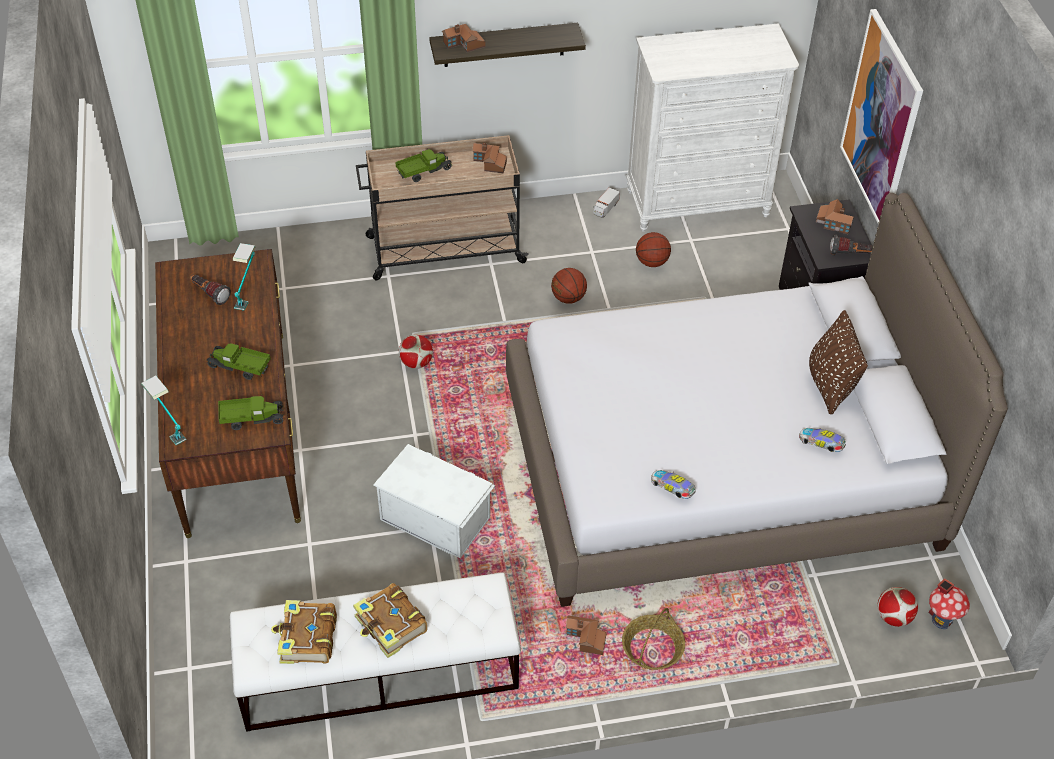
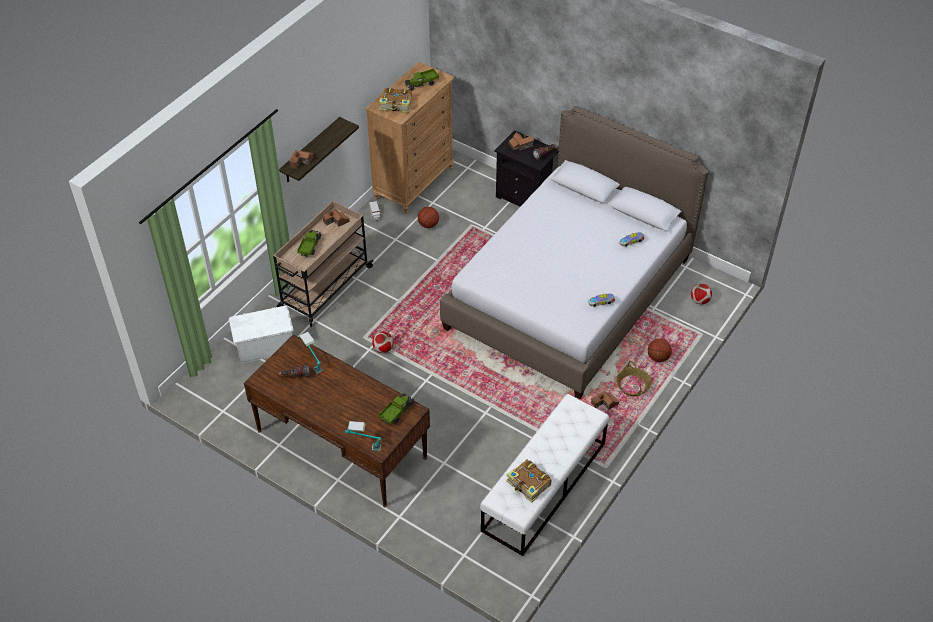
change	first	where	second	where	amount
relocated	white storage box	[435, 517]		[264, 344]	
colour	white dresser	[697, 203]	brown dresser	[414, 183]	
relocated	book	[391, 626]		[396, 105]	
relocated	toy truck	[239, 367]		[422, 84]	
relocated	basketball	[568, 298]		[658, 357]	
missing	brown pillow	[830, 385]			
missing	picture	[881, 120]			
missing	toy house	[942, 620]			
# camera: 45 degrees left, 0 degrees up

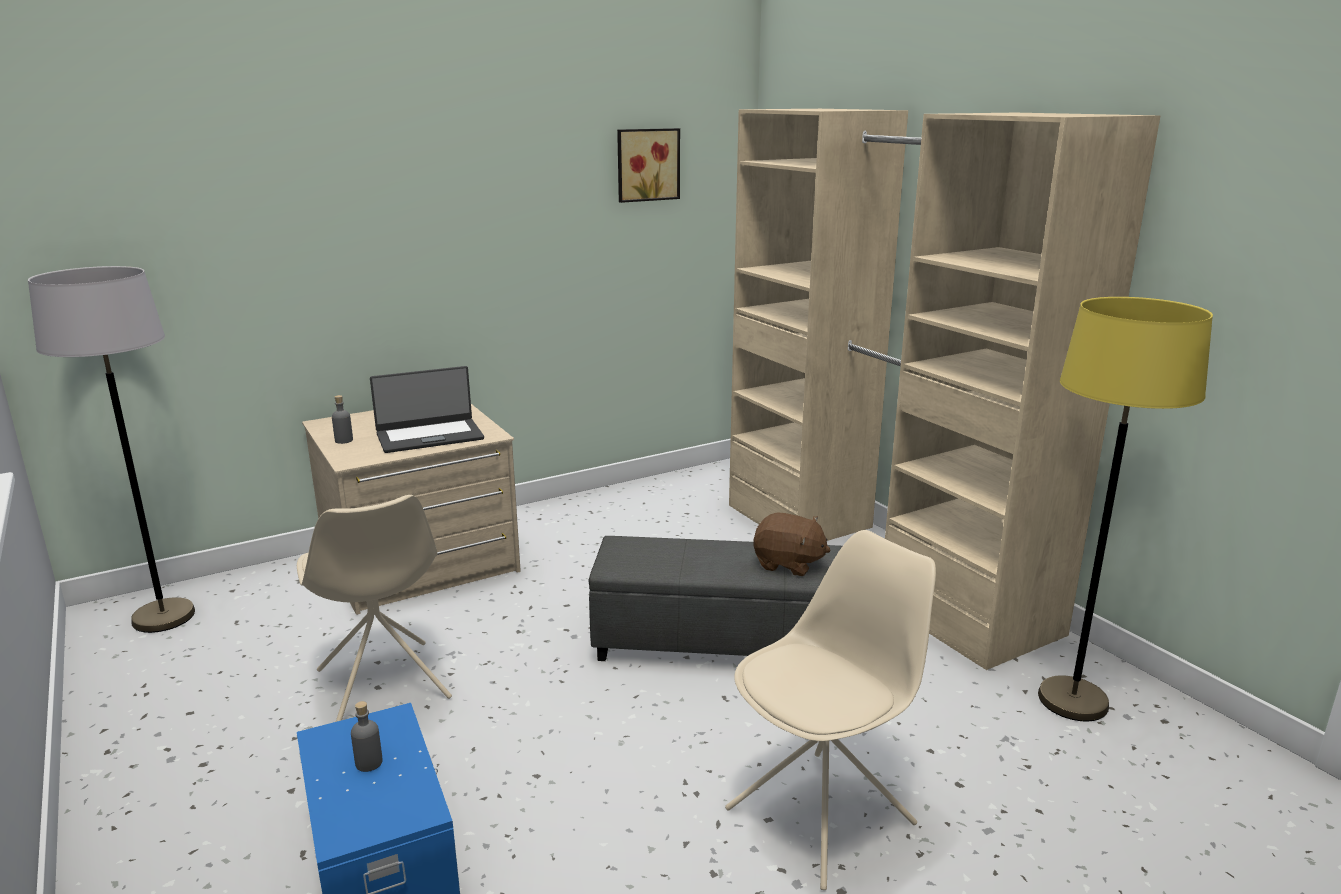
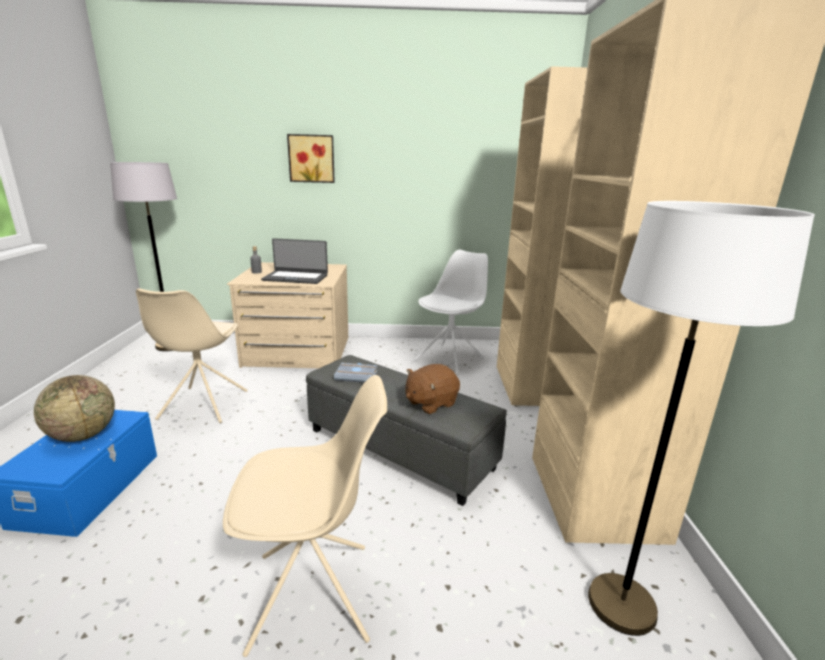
change	first	where	second	where	amount
exchanged	grey bottle	[369, 763]	globe	[83, 435]	
relocated	picture	[646, 164]		[311, 158]	
appeared			grey book	[357, 375]	
spun	brown plush toy	[788, 564]		[430, 403]	90 degrees clockwise
appeared			white chair	[450, 359]	
colour	yellow floor lamp	[1072, 701]	white floor lamp	[621, 605]	
# camera: 30 degrees right, 0 degrees up

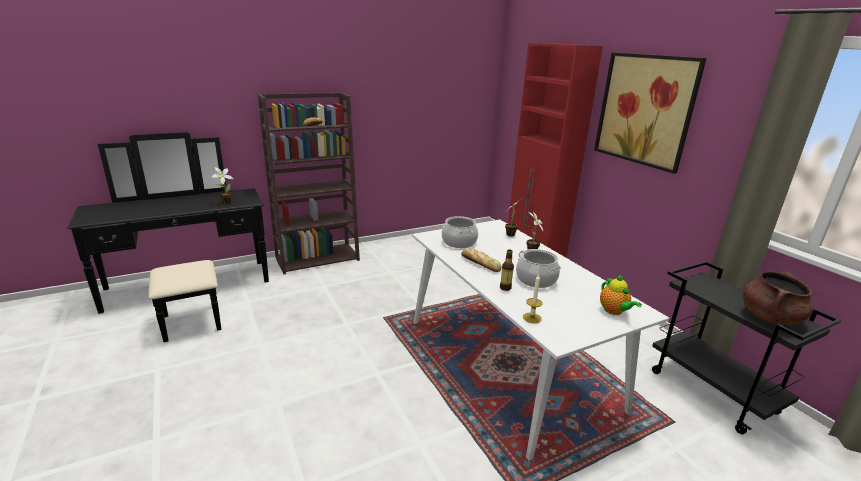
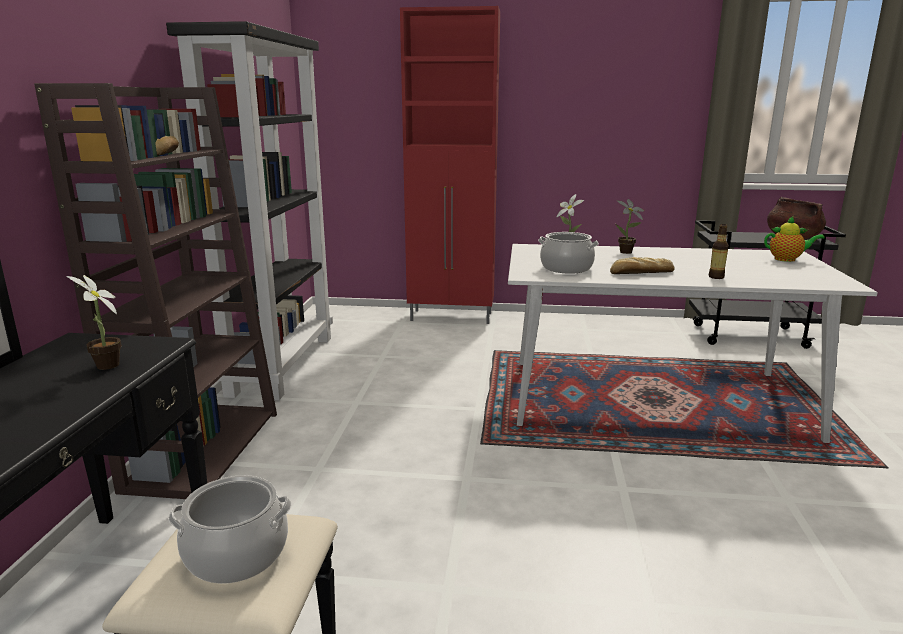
change	first	where	second	where	amount
appeared			black bookcase	[282, 364]	
relocated	cooking pot	[536, 279]		[236, 555]	
missing	candle	[532, 318]			
missing	picture	[645, 110]			
# camera: 55 degrees left, 5 degrees down

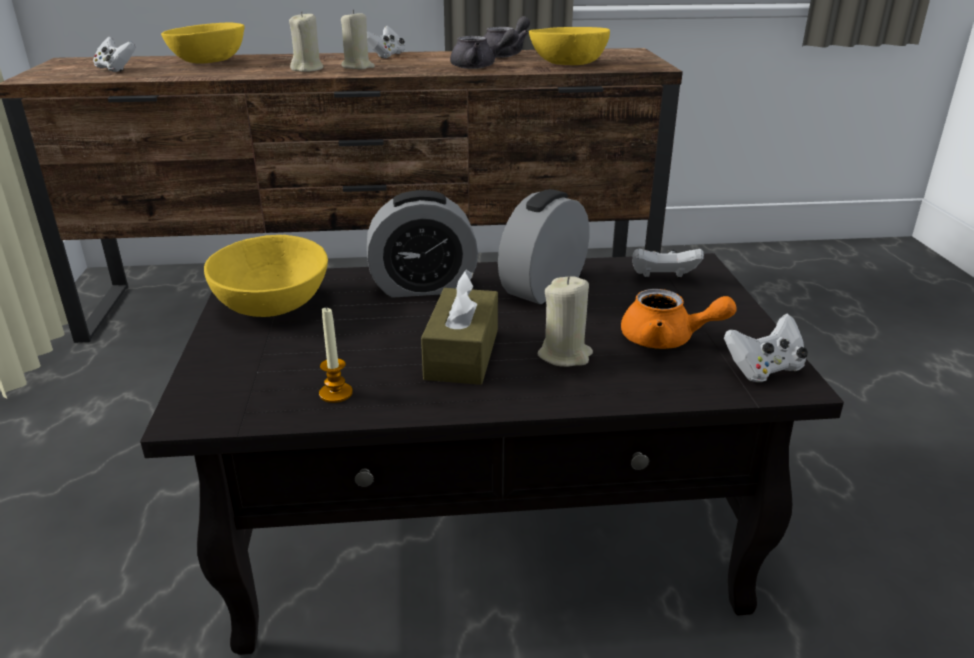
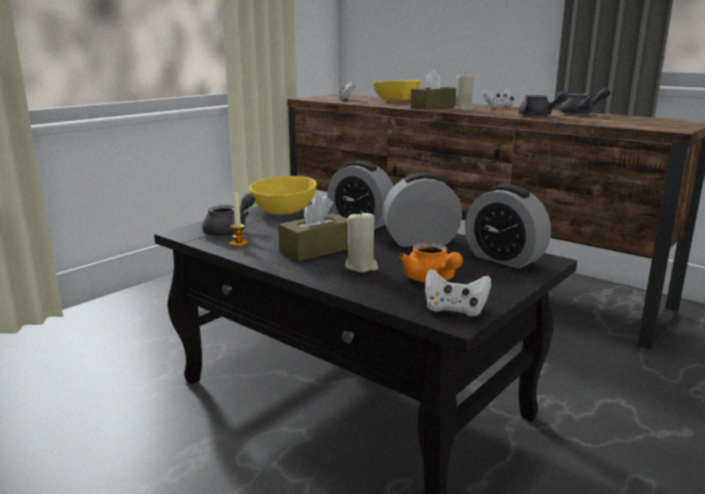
change	first	where	second	where	amount
appeared			grey teapot	[230, 231]	
exchanged	beige candle	[308, 69]	brown tissue box	[433, 107]	
exchanged	white game controller	[662, 278]	alarm clock	[504, 259]	
missing	yellow bowl	[569, 64]			
# camera: 45 degrees right, 10 degrees down

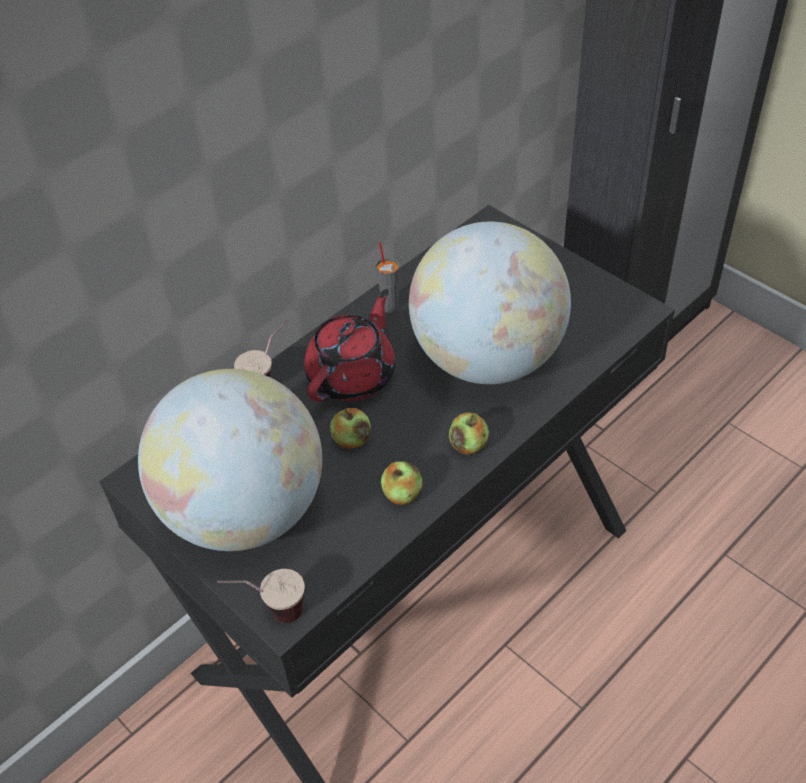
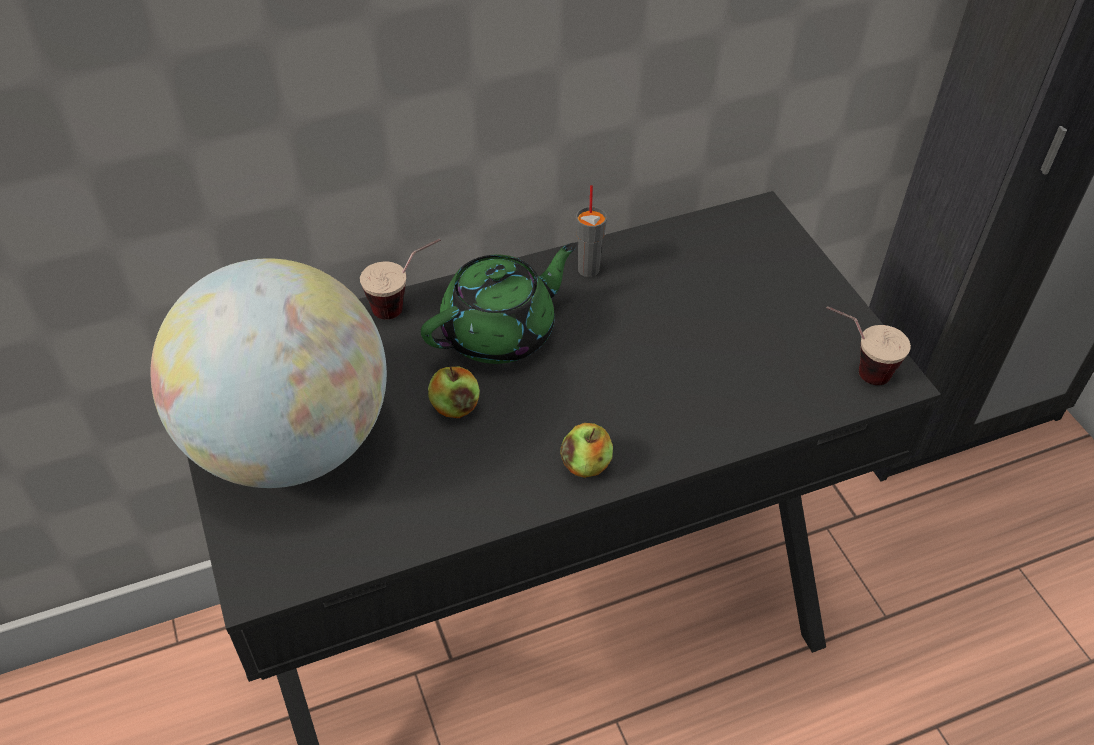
change	first	where	second	where	amount
colour	red teapot	[353, 375]	green teapot	[500, 332]	
relocated	cup	[269, 613]		[854, 370]	
missing	apple	[402, 494]			
missing	globe	[488, 359]			
# camera: 20 degrees right, 0 degrees up

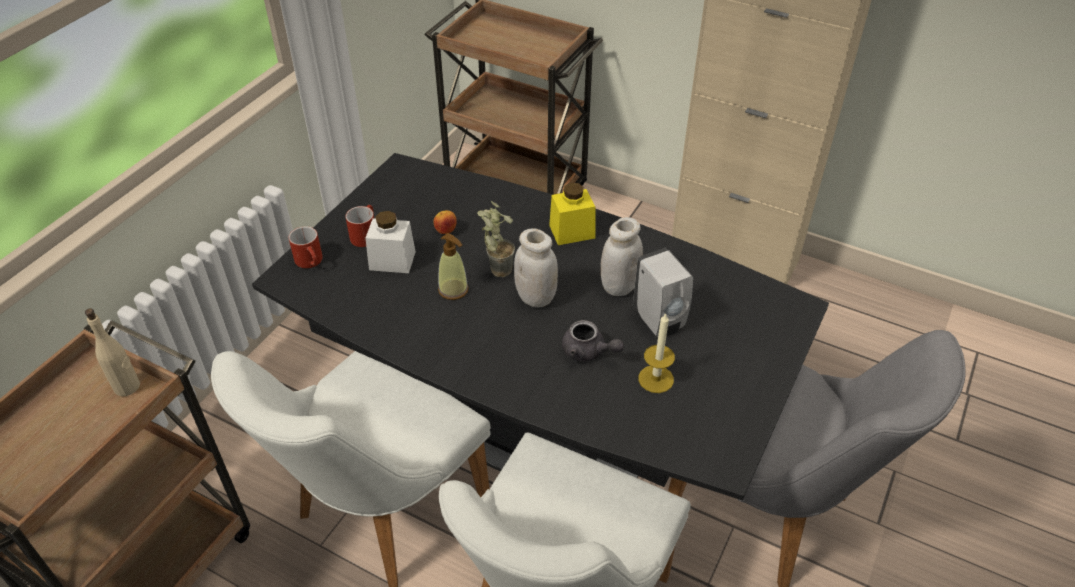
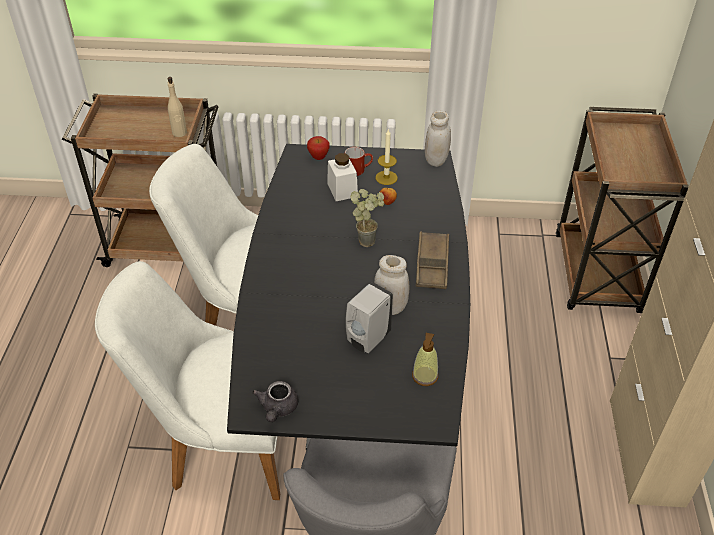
change	first	where	second	where	amount
relocated	grey teapot	[588, 352]		[277, 408]	
exchanged	red mug	[311, 262]	apple	[318, 158]	
relocated	candle	[656, 379]		[386, 178]	
relocated	soap dispenser	[453, 290]		[425, 376]	
exchanged	yellow jar	[572, 232]	brown tray	[432, 264]	
relocated	white jar	[536, 297]		[436, 160]	
# camera: 65 degrees right, 0 degrees up

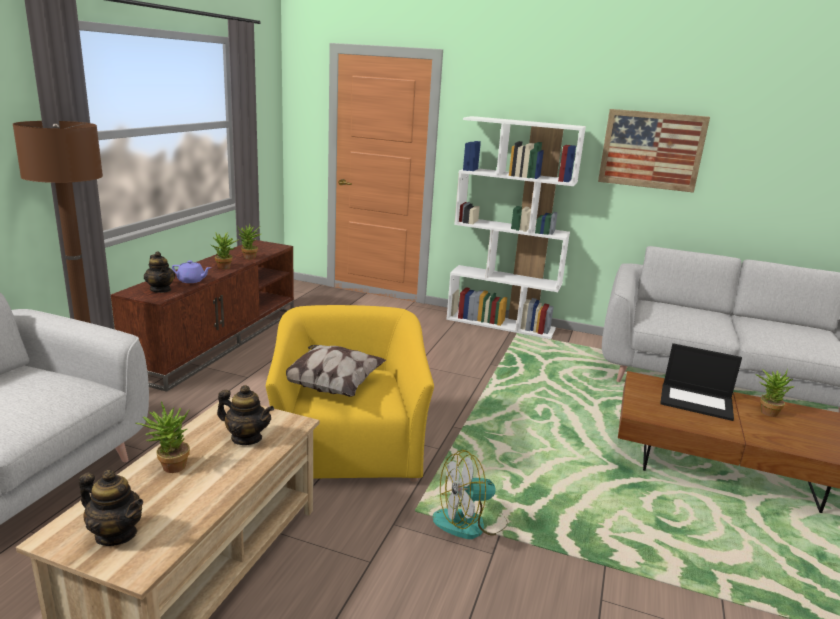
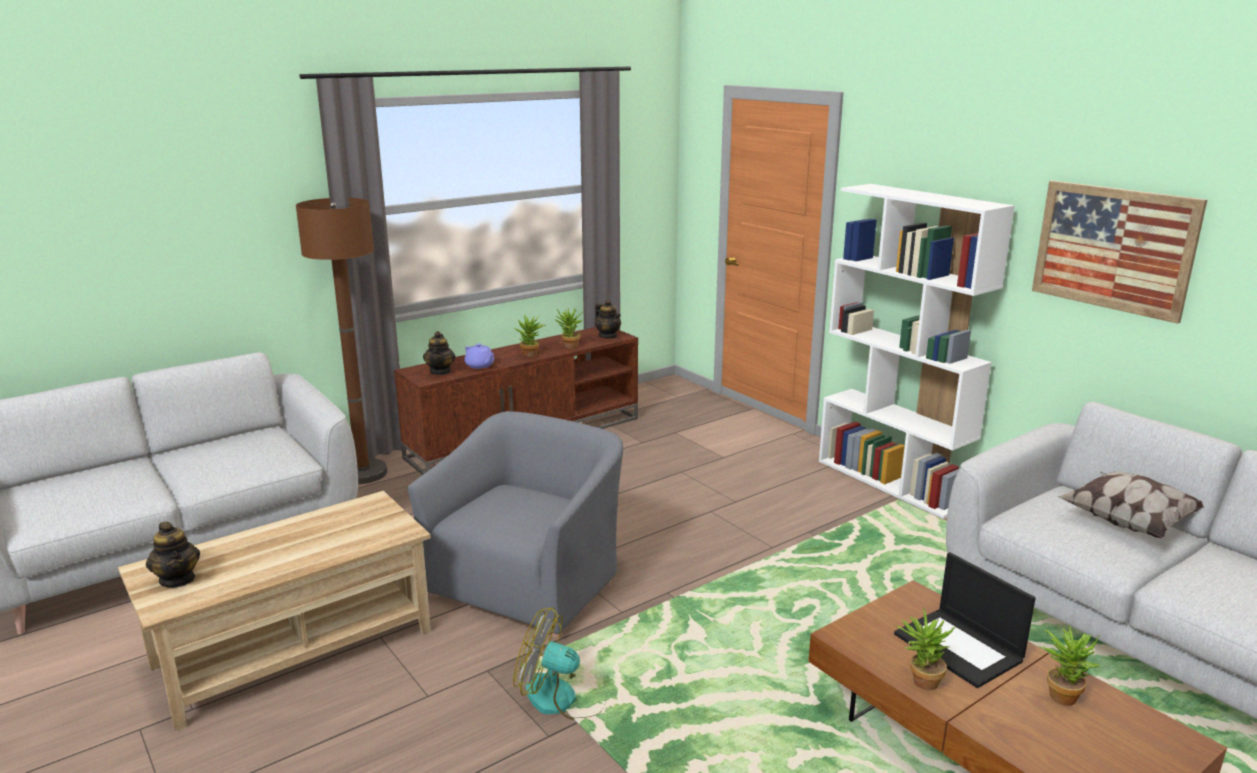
change	first	where	second	where	amount
colour	yellow armchair	[348, 449]	grey armchair	[528, 583]	
relocated	teapot	[246, 438]		[608, 336]	
relocated	potted plant	[169, 467]		[920, 681]	
relocated	pillow	[331, 386]		[1127, 522]	
# camera: 35 degrees right, 0 degrees up

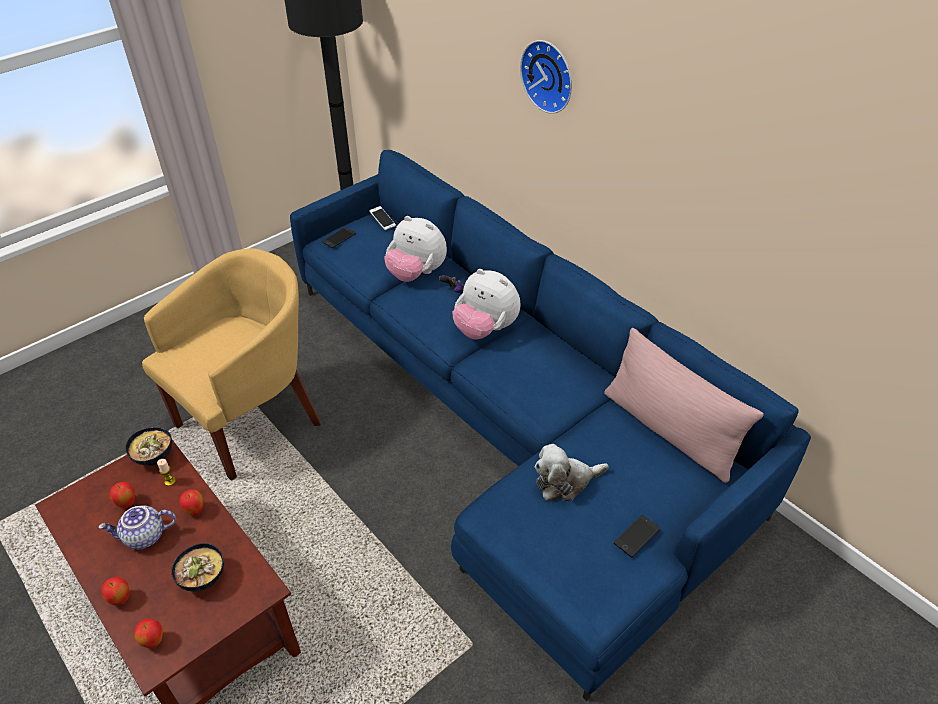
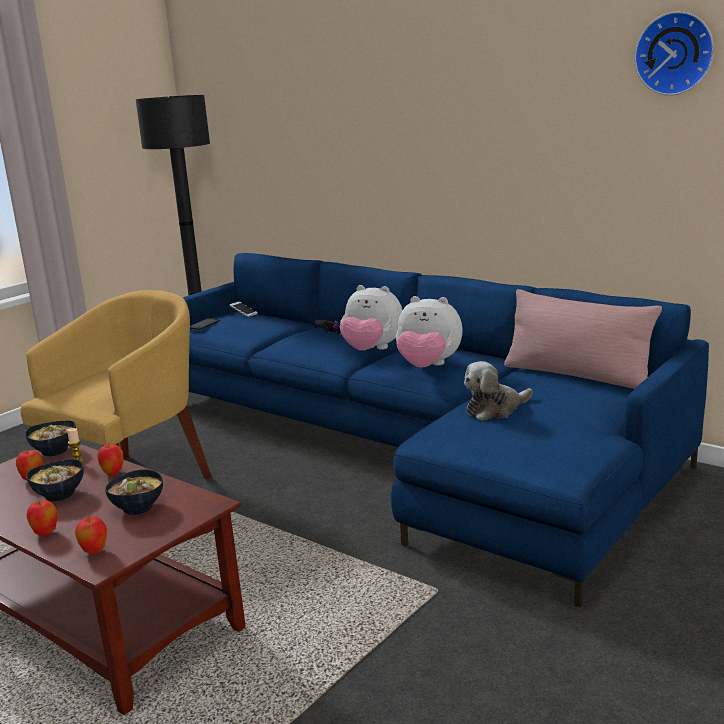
change	first	where	second	where	amount
exchanged	teapot	[144, 537]	bowl	[60, 495]	
relocated	plush toy	[416, 273]		[428, 366]	
relocated	wall clock	[549, 75]		[675, 53]	
missing	phone	[636, 536]			
# camera: 10 degrees left, 25 degrees down

